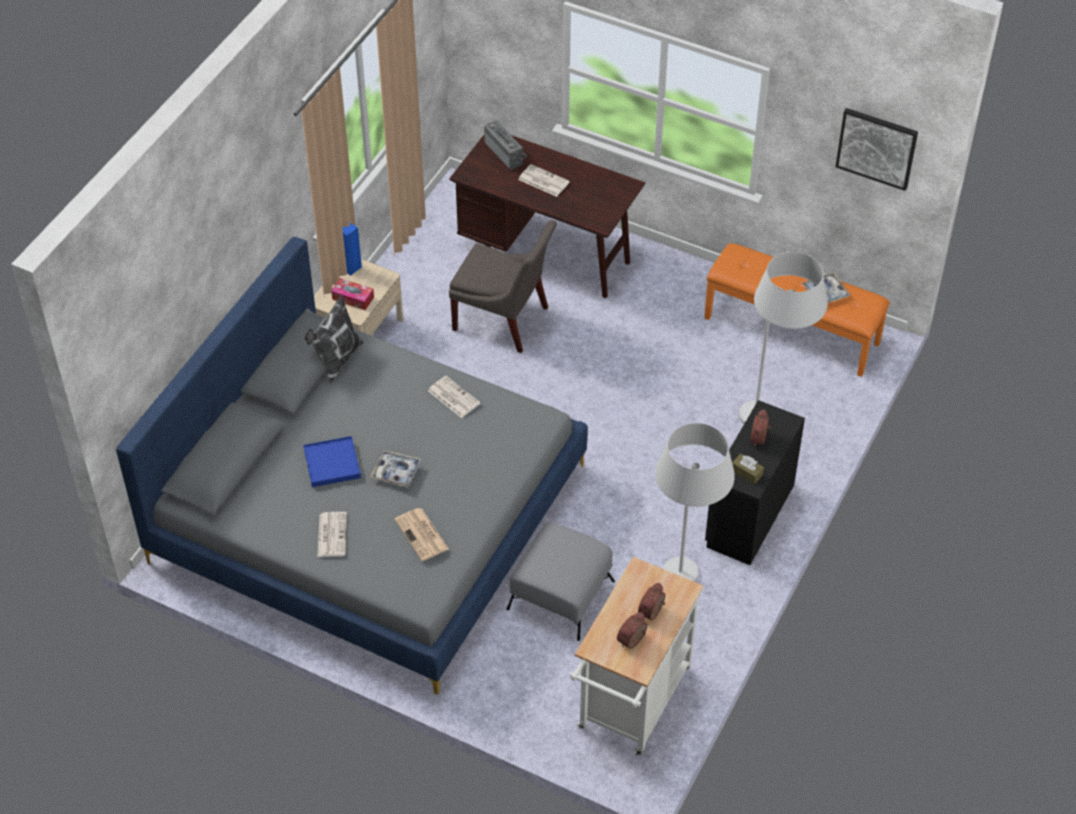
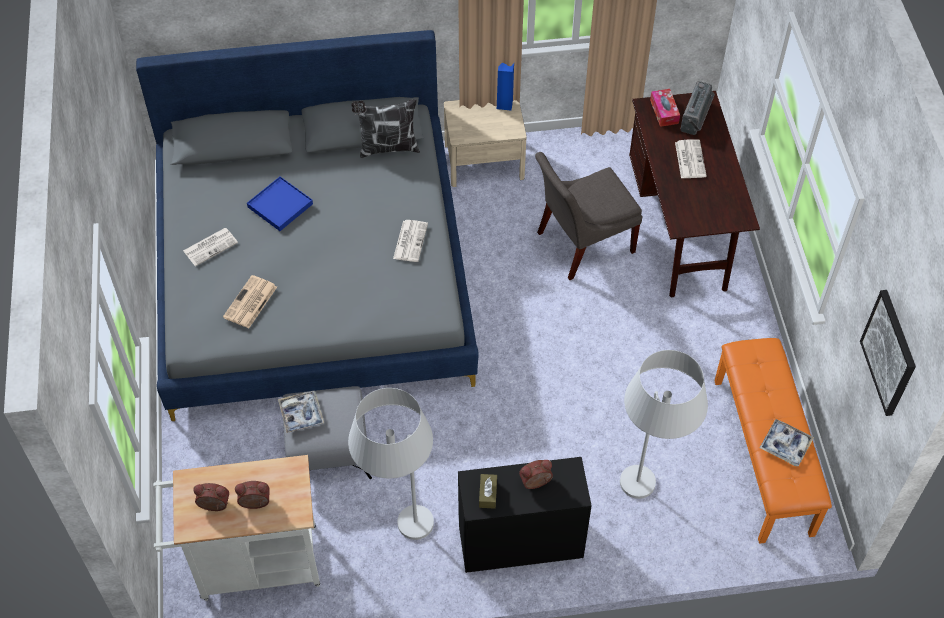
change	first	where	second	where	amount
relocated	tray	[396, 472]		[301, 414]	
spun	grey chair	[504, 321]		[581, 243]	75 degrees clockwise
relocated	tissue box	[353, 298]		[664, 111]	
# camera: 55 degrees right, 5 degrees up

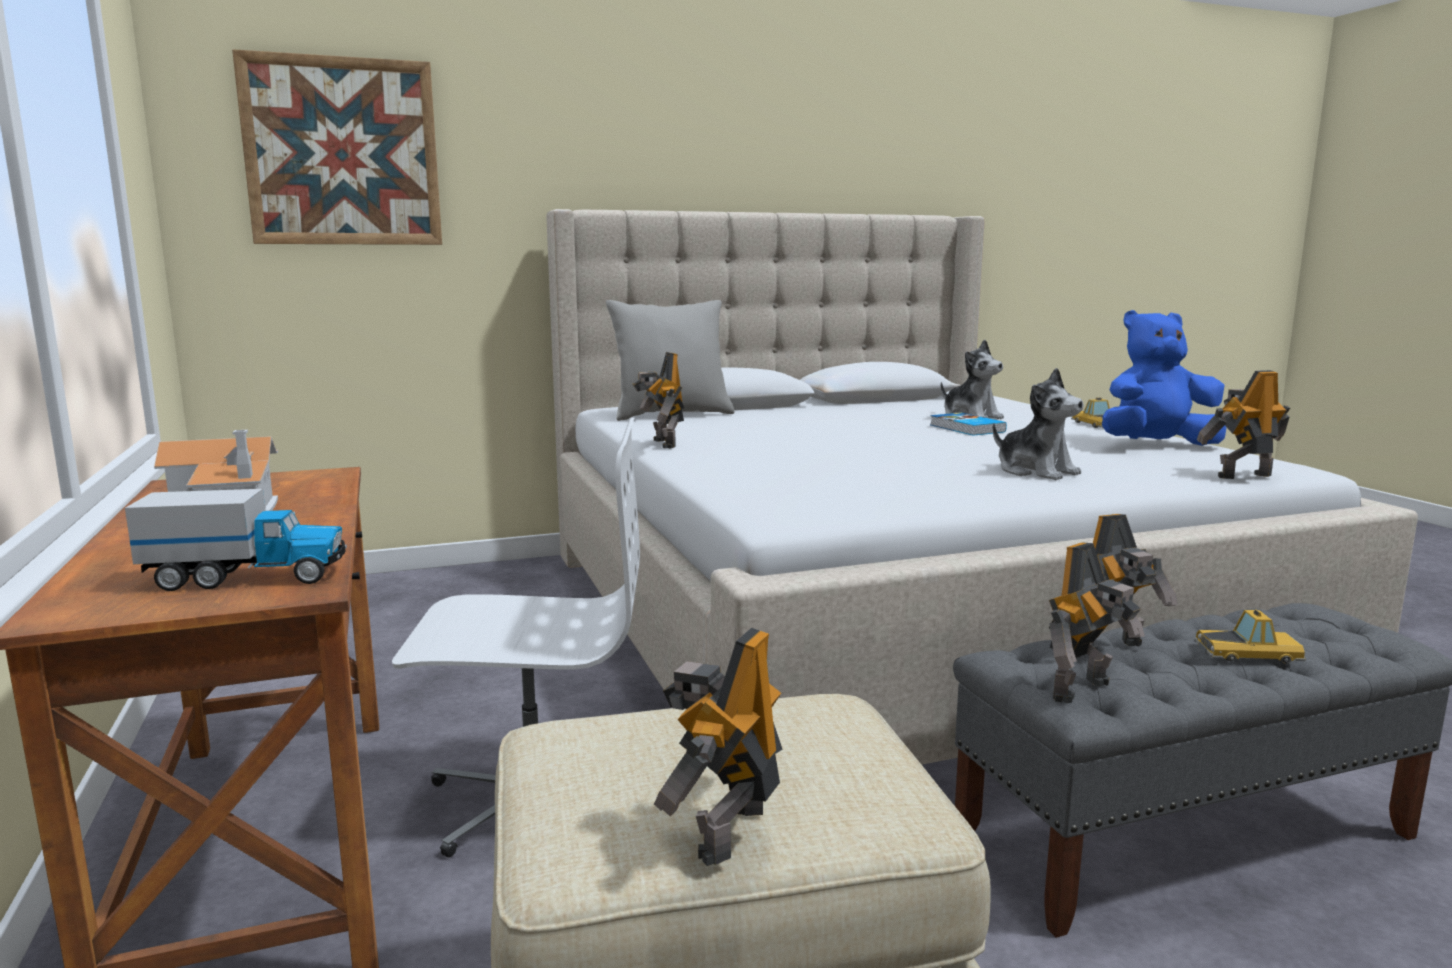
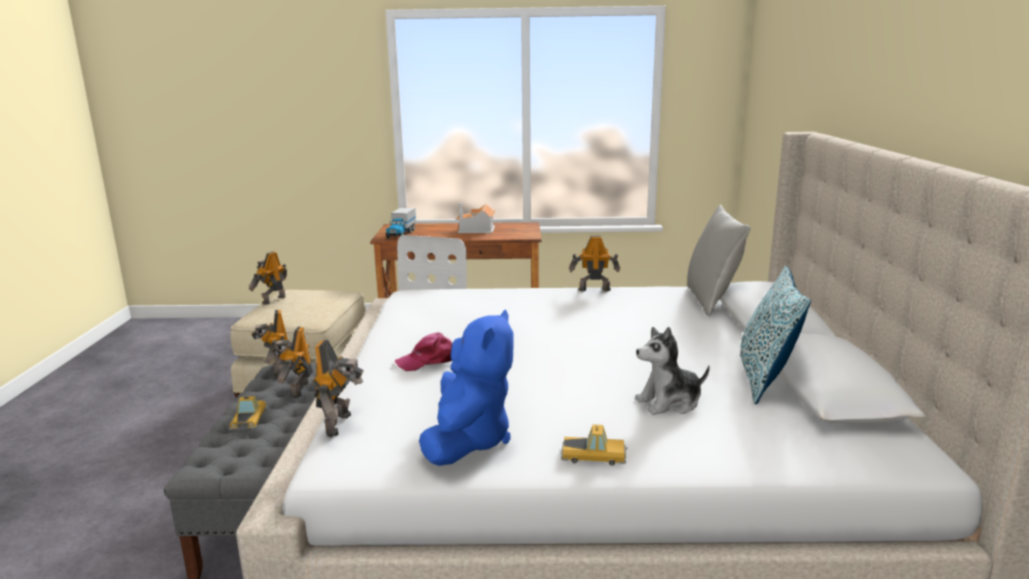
change	first	where	second	where	amount
spun	toy car	[1249, 653]		[249, 418]	150 degrees clockwise
spun	toy robot	[725, 831]		[273, 300]	105 degrees counterclockwise
exchanged	plush toy	[1036, 471]	pink cap	[428, 361]	
appeared			pillow	[765, 379]	
missing	picture	[342, 152]			
missing	book	[966, 428]			
# camera: 110 degrees right, 5 degrees up

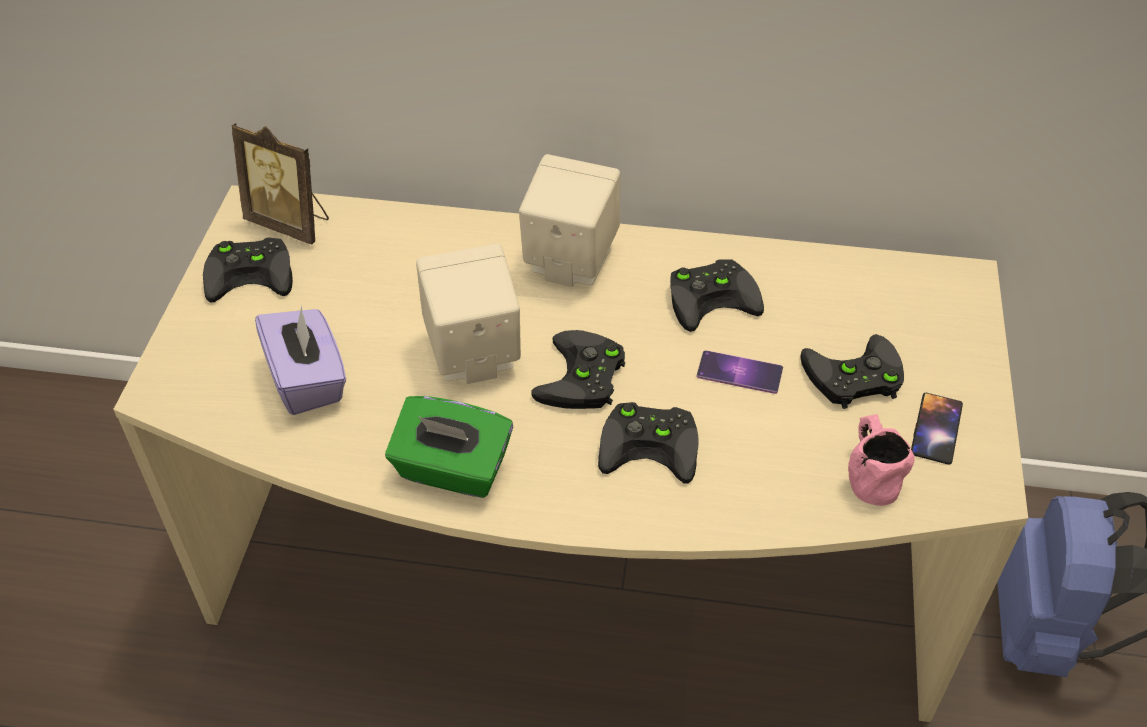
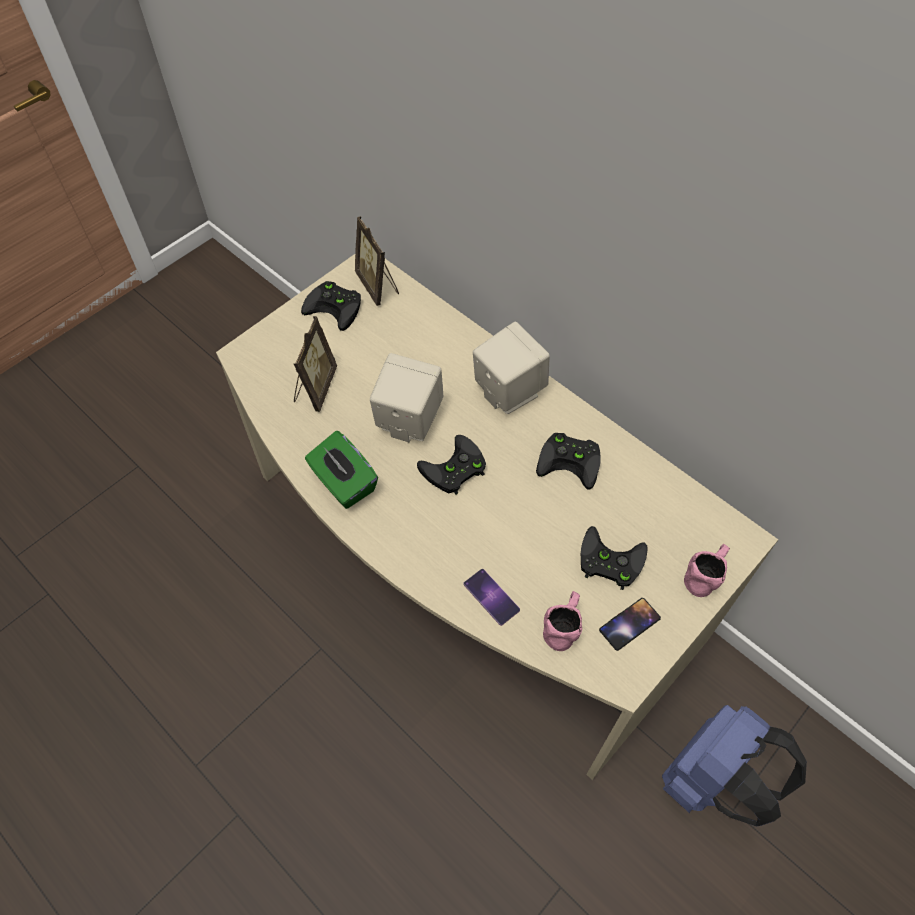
change	first	where	second	where	amount
exchanged	purple tissue box	[308, 380]	picture frame	[315, 388]	
relocated	phone	[739, 372]		[491, 597]	
appeared			pink mug	[704, 575]	
missing	black game controller	[653, 444]			
# camera: 35 degrees right, 10 degrees up

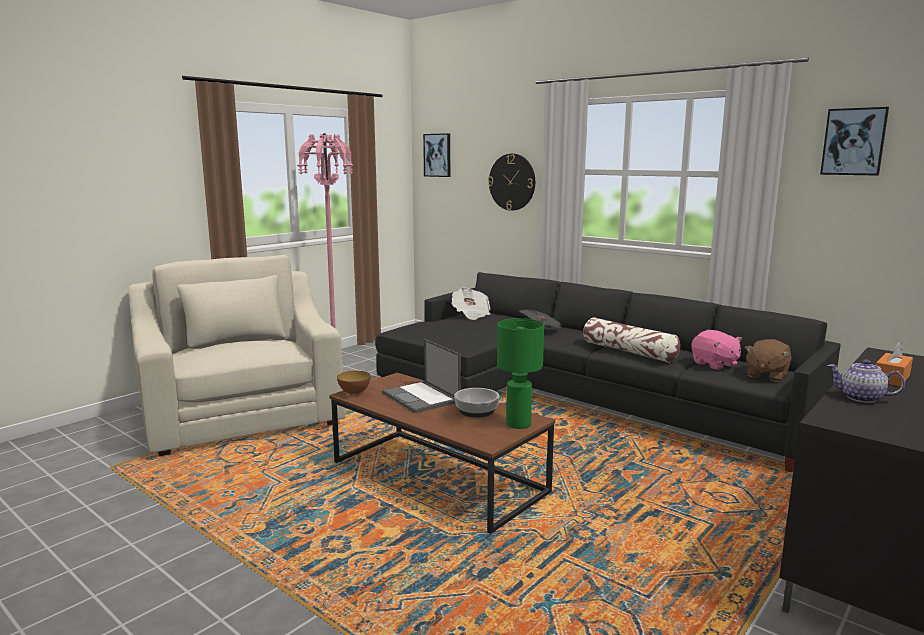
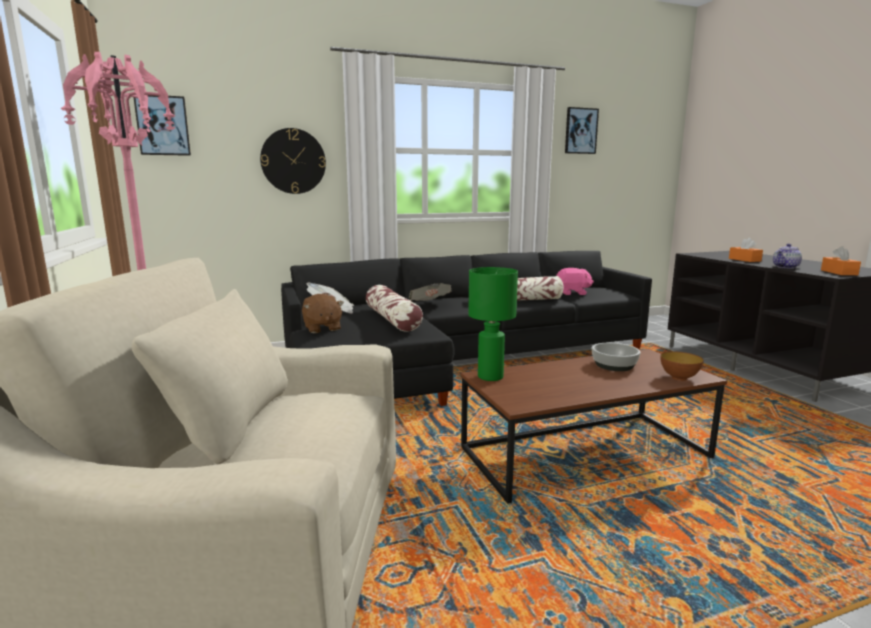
change	first	where	second	where	amount
relocated	brown plush toy	[766, 375]		[322, 328]	
appeared			pillow	[392, 319]	
relocated	green table lamp	[519, 424]		[491, 377]	
relocated	bowl	[354, 393]		[679, 378]	
appeared			orange tissue box	[839, 272]	
missing	laptop	[421, 397]			
# camera: 60 degrees left, 0 degrees up

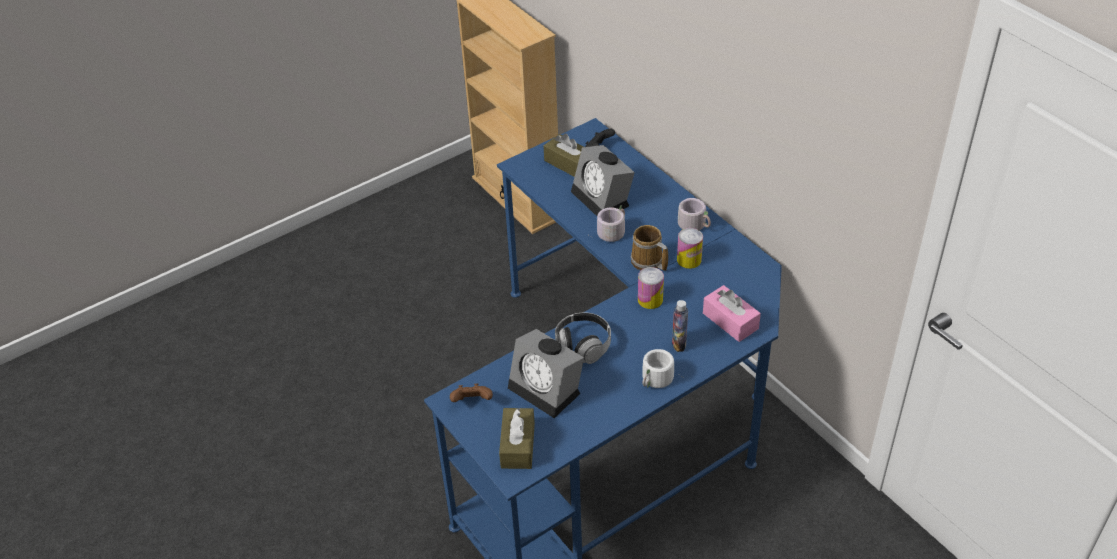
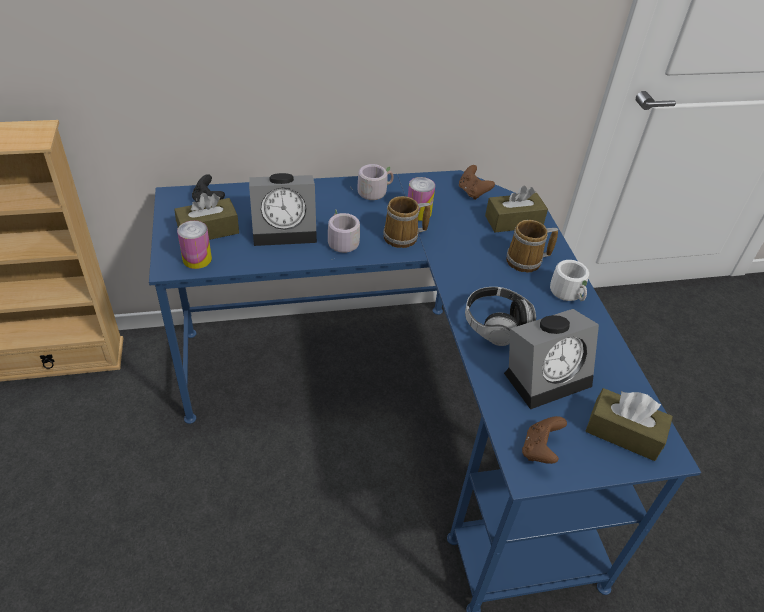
change	first	where	second	where	amount
relocated	can	[650, 300]		[197, 259]	
appeared			brown game controller	[472, 192]	
colour	pink tissue box	[730, 321]	brown tissue box	[513, 221]	
exchanged	bottle	[679, 344]	mug	[526, 261]	
# camera: 70 degrees left, 0 degrees up

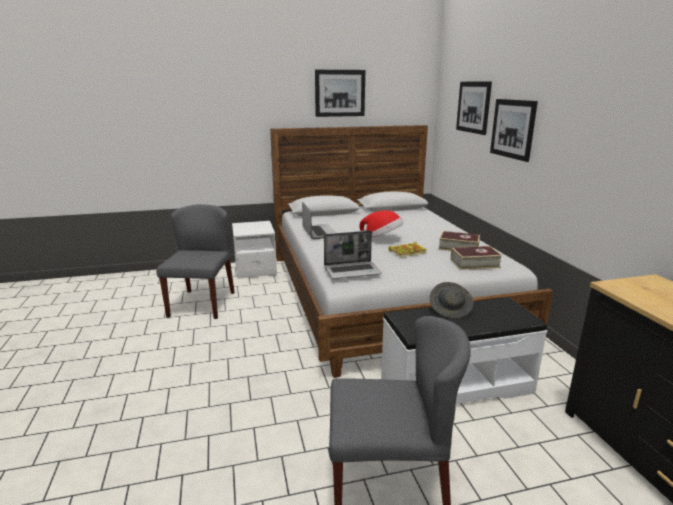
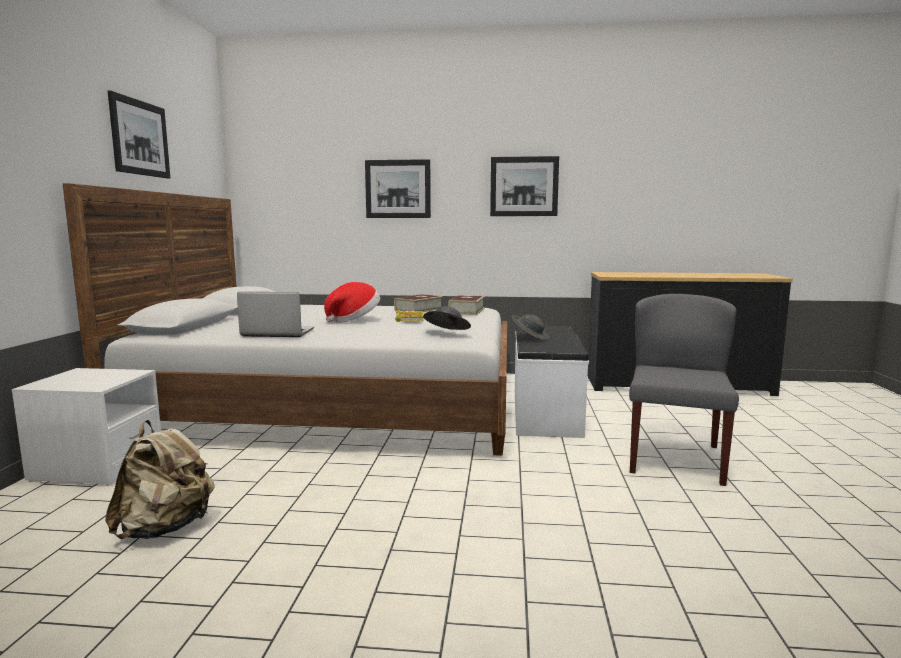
change	first	where	second	where	amount
exchanged	grey chair	[202, 304]	beige backpack	[165, 528]	
exchanged	laptop	[352, 271]	grey hat	[446, 333]	
relocated	picture	[473, 107]		[524, 186]	
# camera: 70 degrees left, 10 degrees down

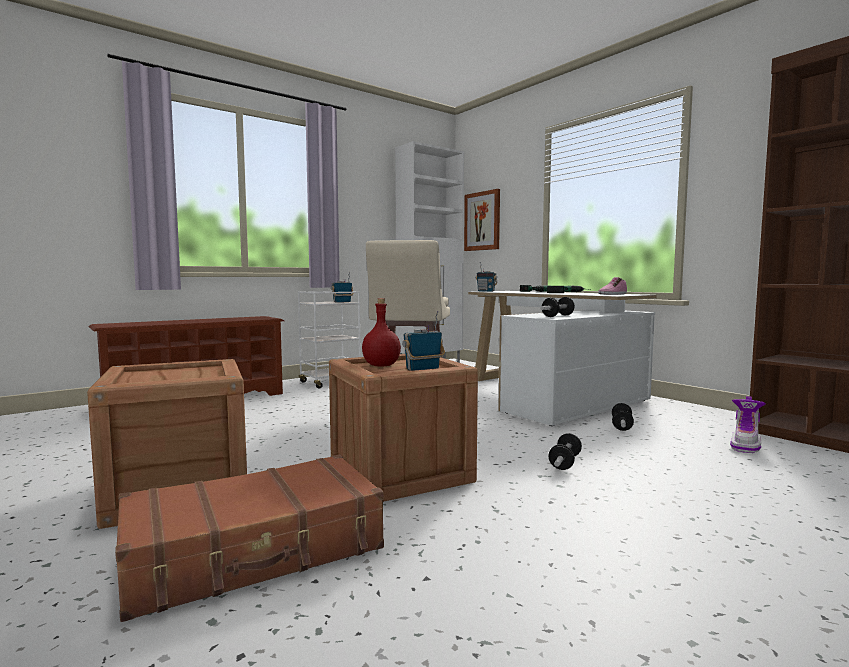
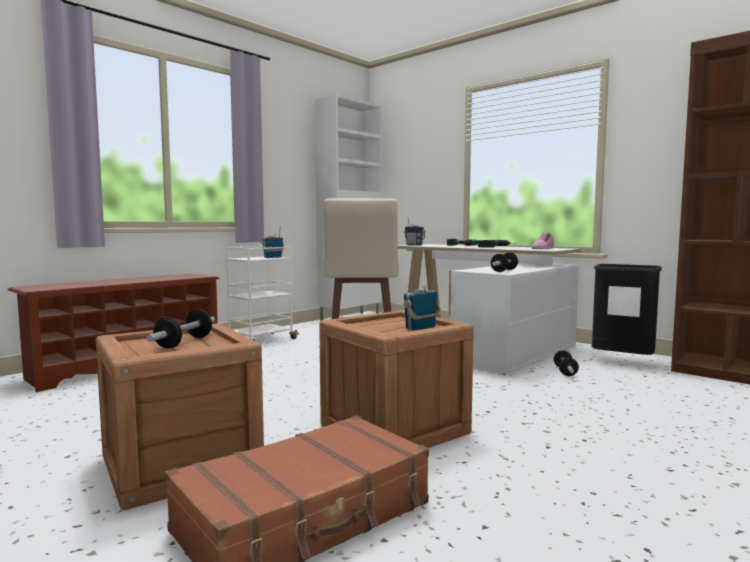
change	first	where	second	where	amount
relocated	dumbbell	[565, 462]		[184, 342]	
appeared			black trash can	[622, 362]	
missing	red bottle	[382, 365]			
missing	picture	[482, 221]			
missing	boot	[745, 445]			
# camera: 10 degrees left, 0 degrees up

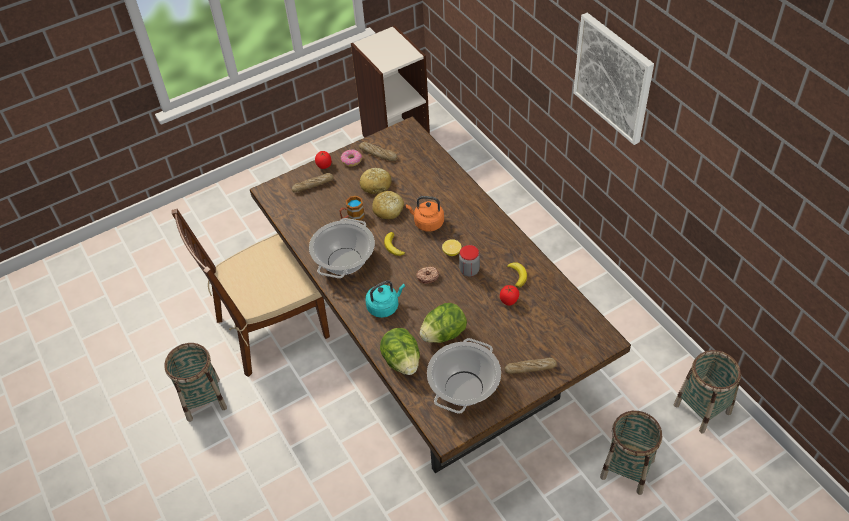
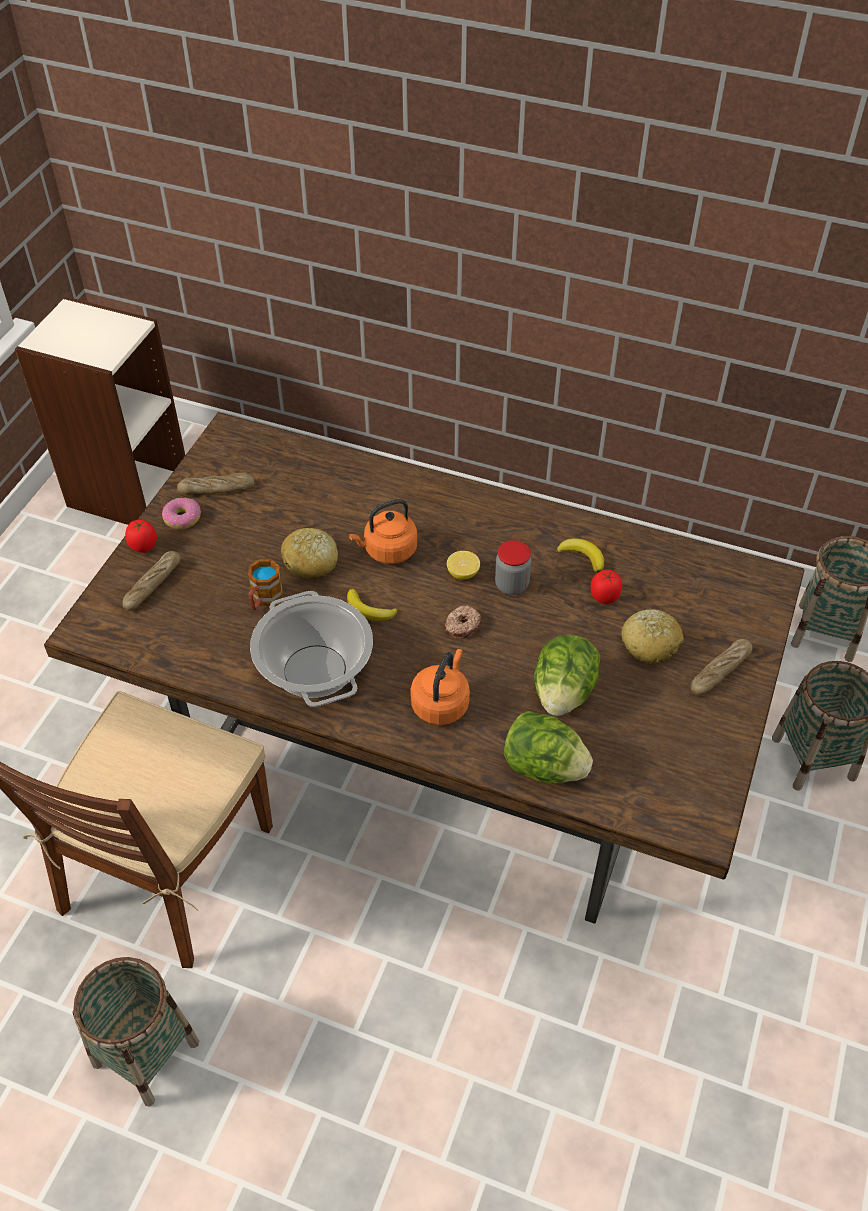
change	first	where	second	where	amount
colour	turquoise kettle	[384, 306]	orange kettle	[441, 703]	
relocated	bread	[376, 185]		[650, 643]	
missing	cooking pot	[464, 387]			
missing	picture	[613, 78]			
# camera: 40 degrees left, 0 degrees up

